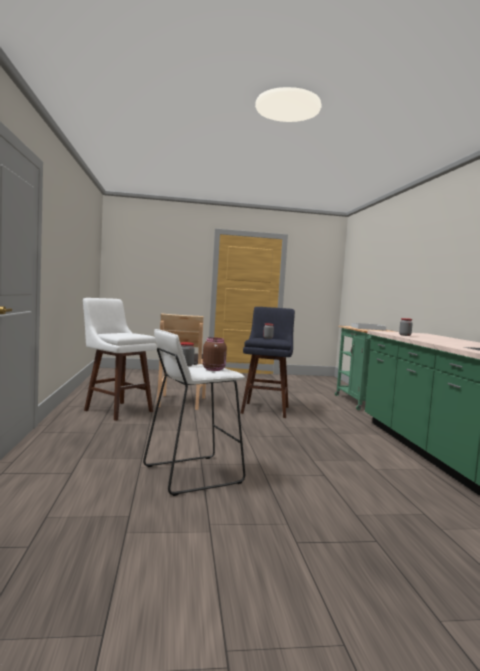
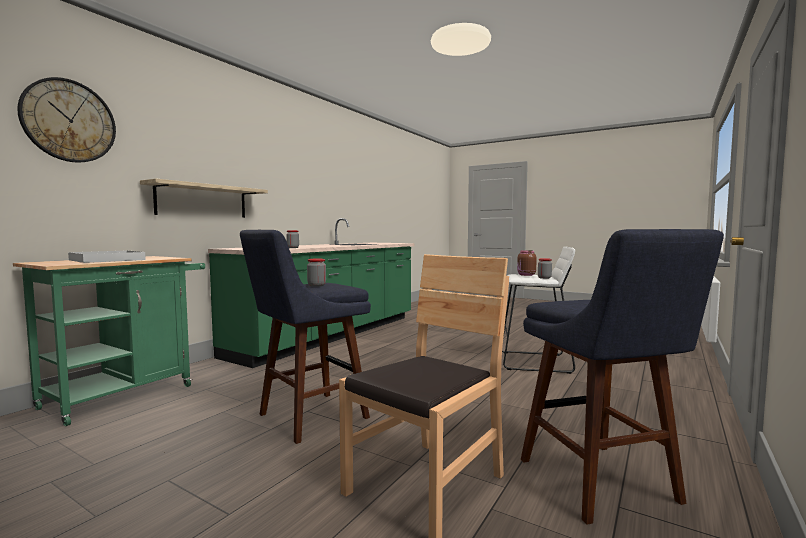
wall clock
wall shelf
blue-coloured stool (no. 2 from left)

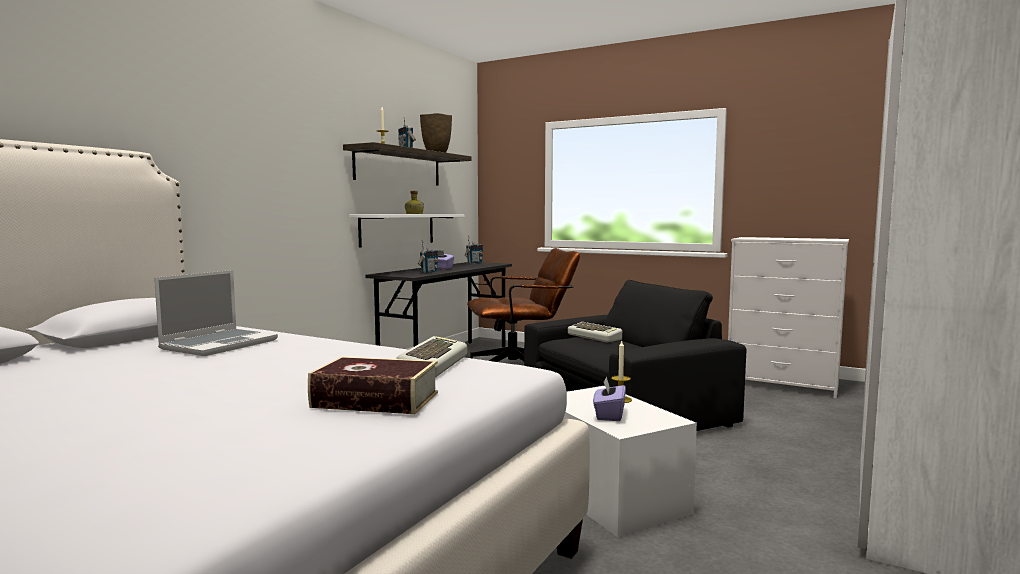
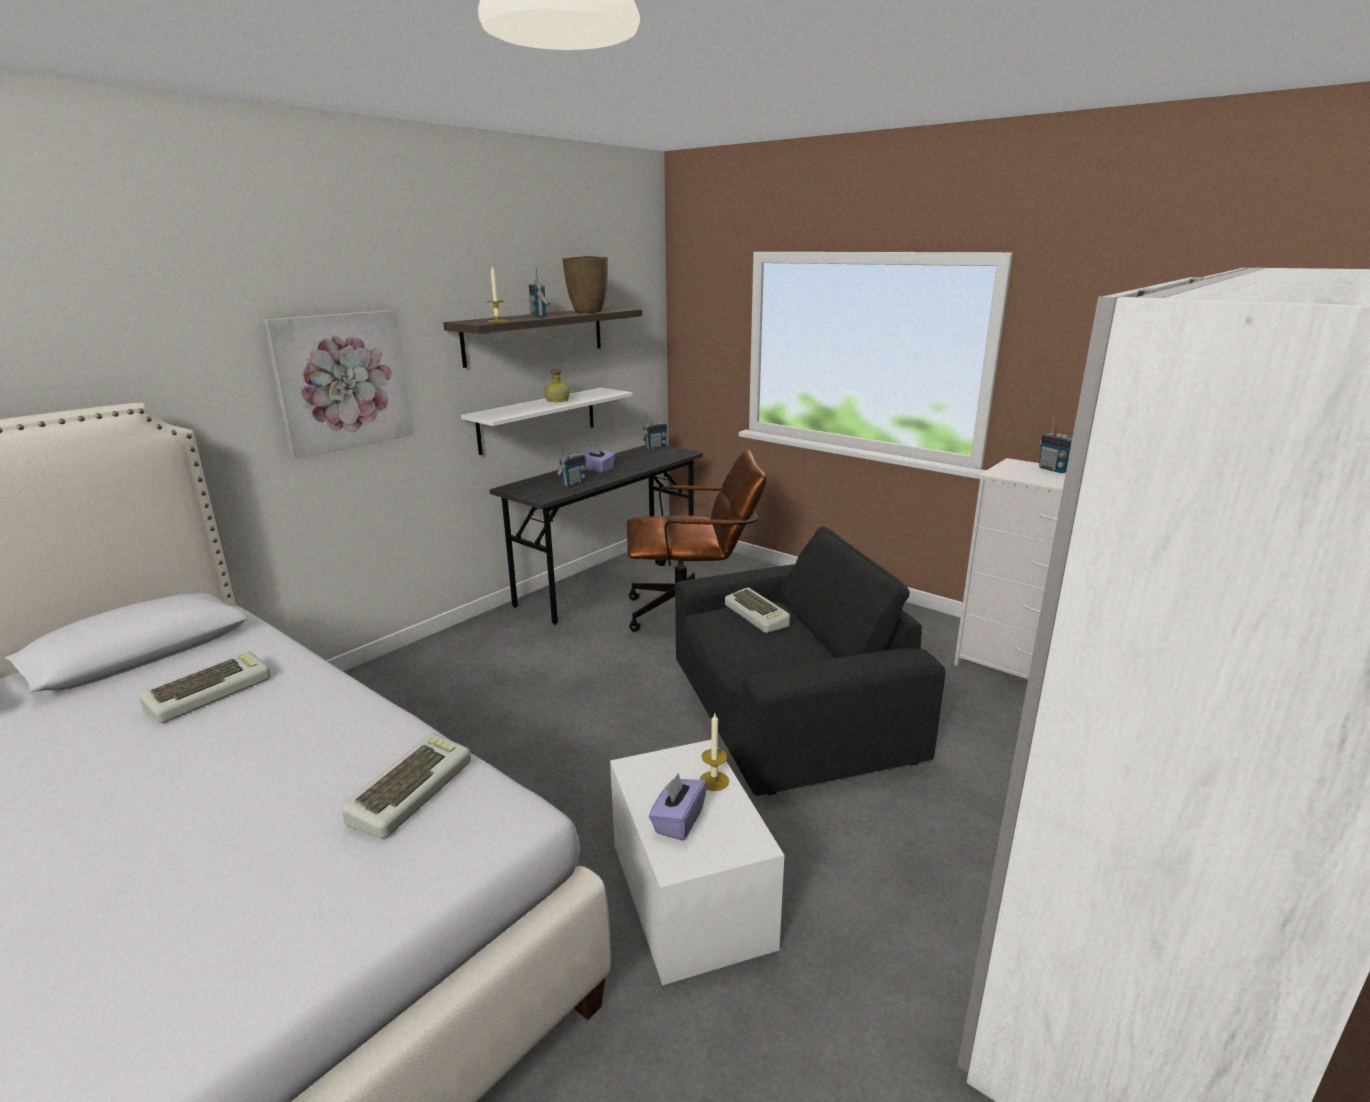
keyboard (no. 1 from left)
wall picture
radio receiver (no. 4 from left)
volume

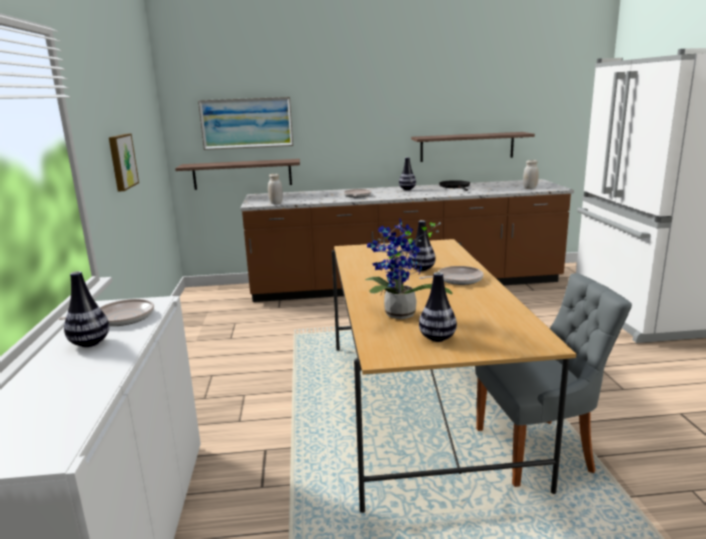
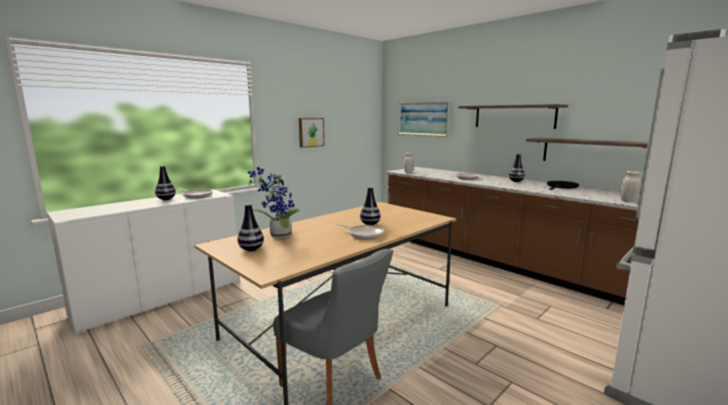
wall shelf (no. 1 from left)

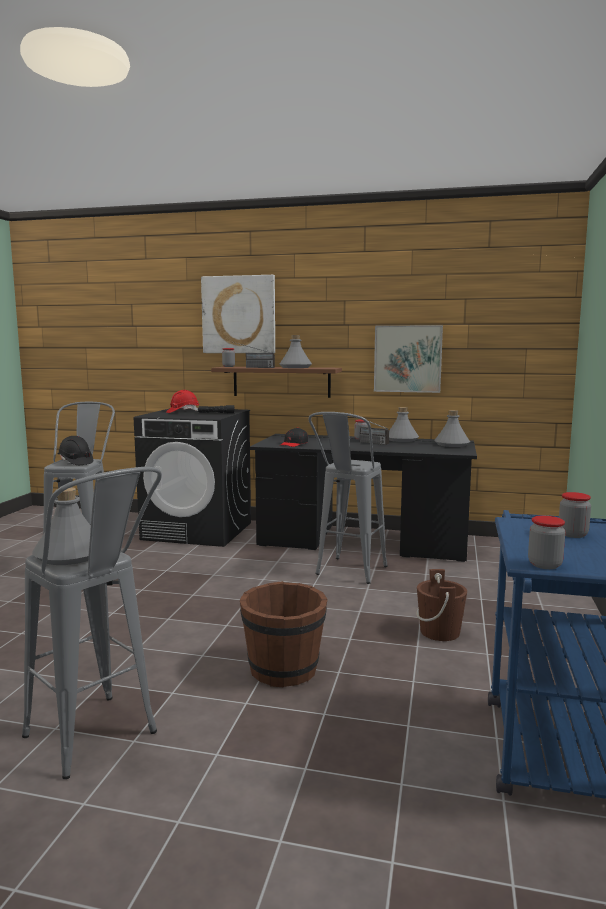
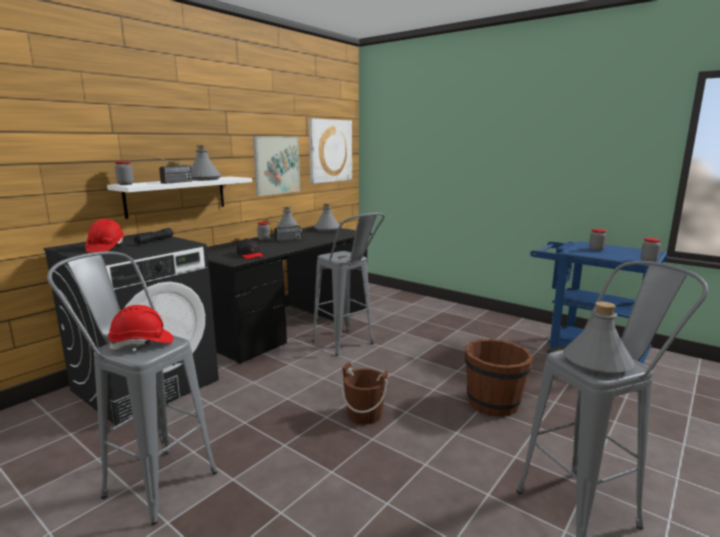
white-coloured wall shelf
reddish safety helmet (no. 2 from left)
wall picture (no. 2 from left)
brown bucket (no. 1 from left)

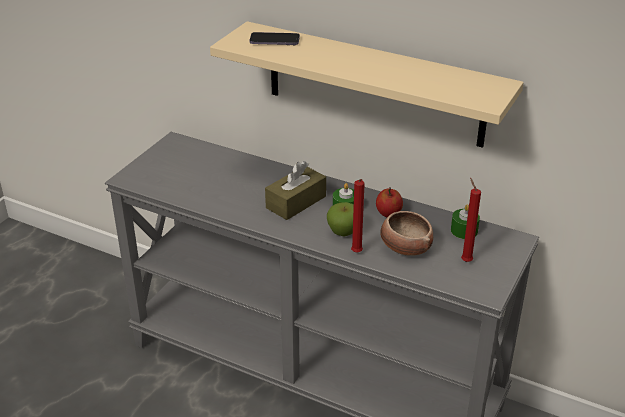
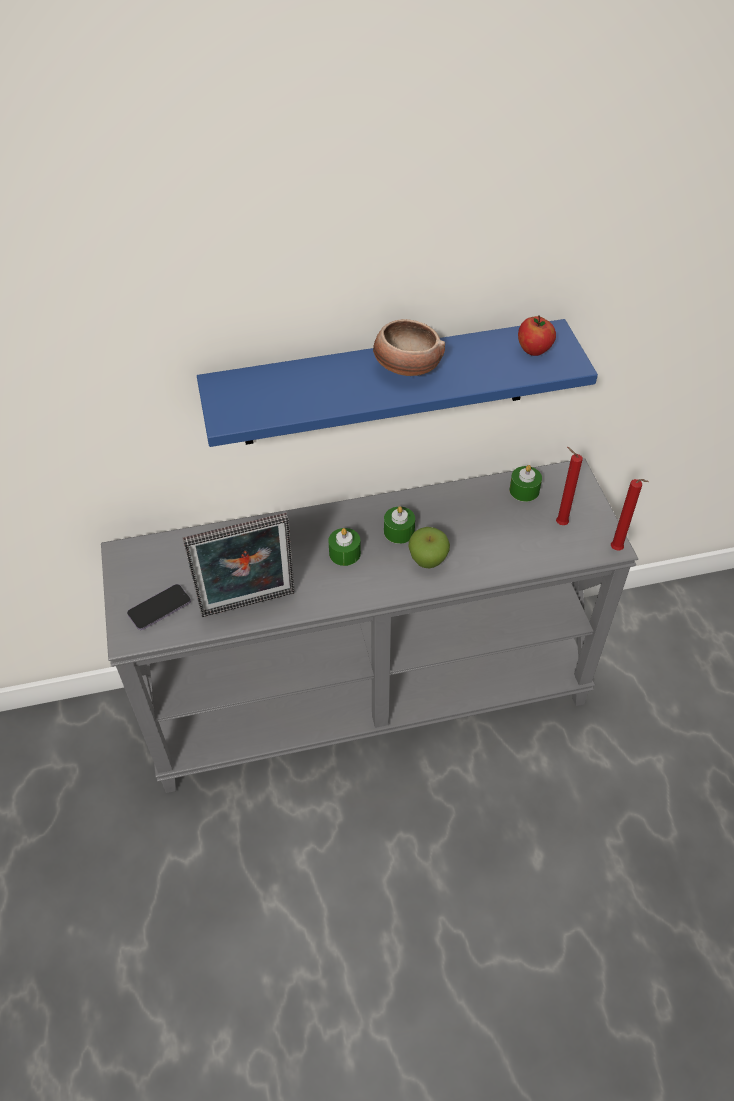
telephone
photo frame
blue-coloured wall shelf
greenish wax candle (no. 1 from left)
bowl
apple fruit (no. 2 from left)
reddish wax candle (no. 2 from left)

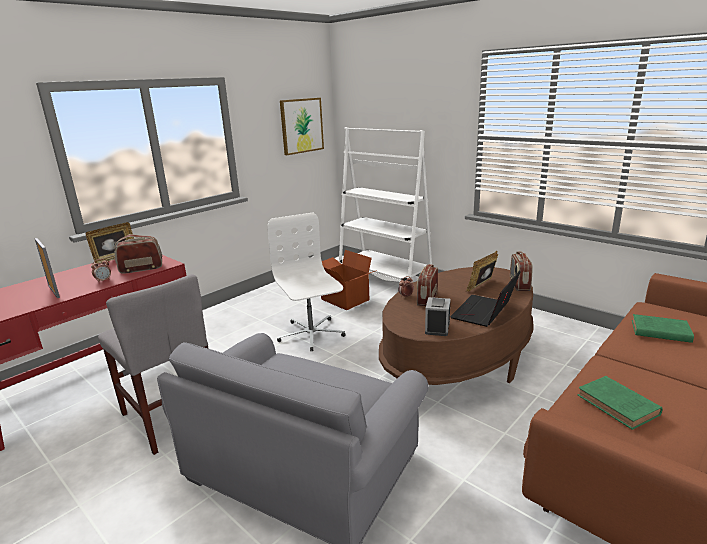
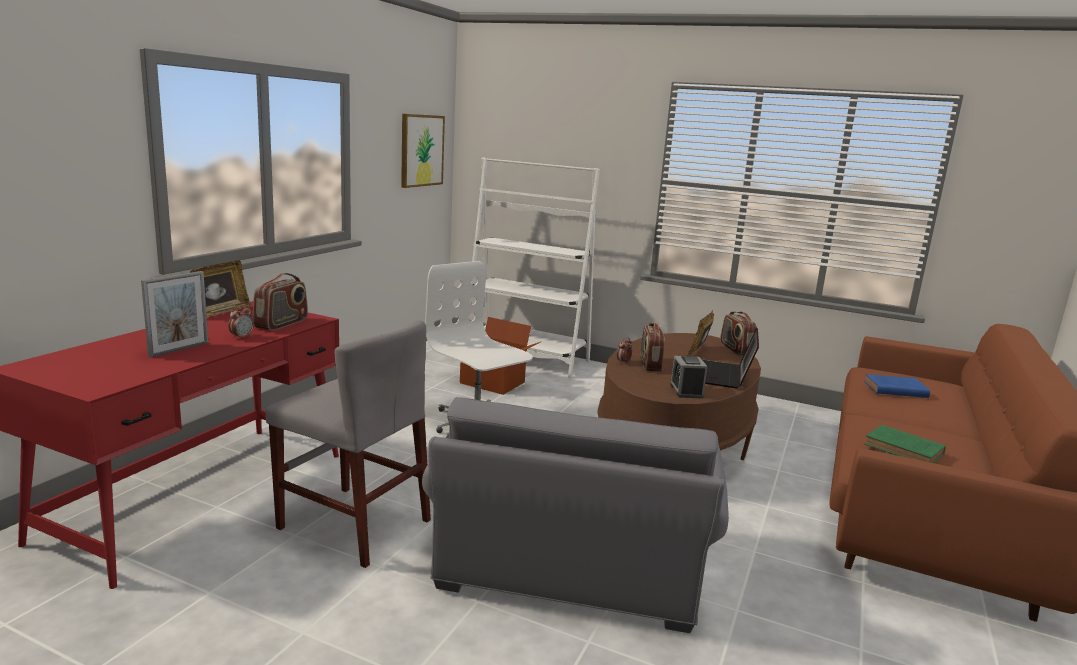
photo frame (no. 1 from left)
radio receiver (no. 1 from left)
blue-coloured volume

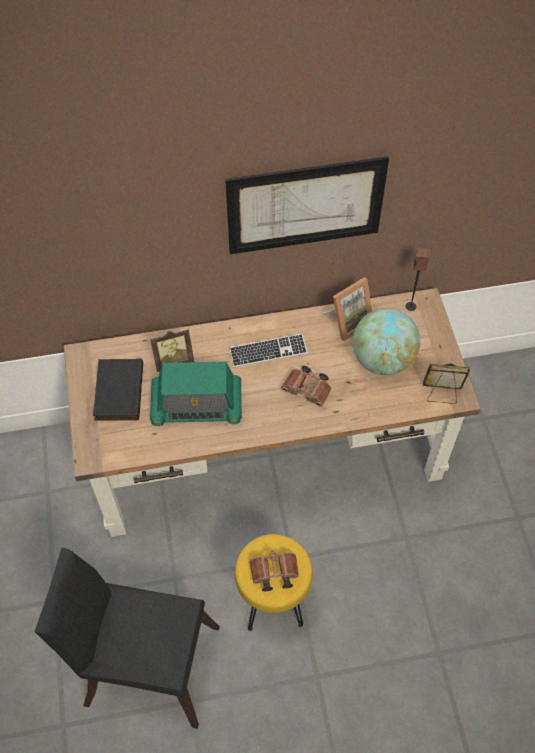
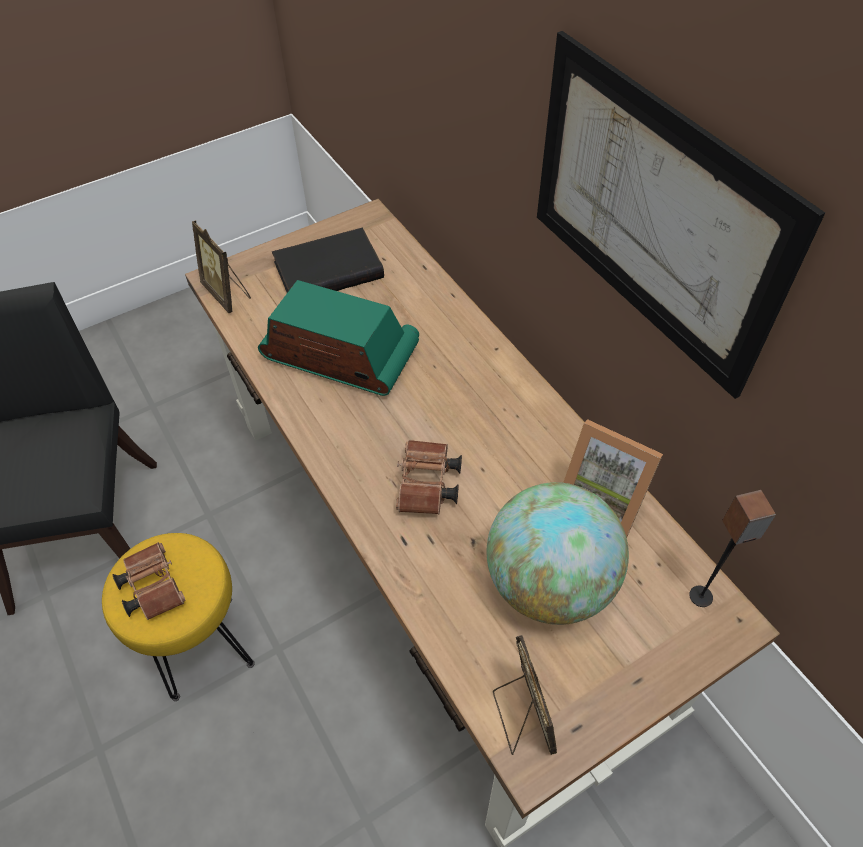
photo frame (no. 1 from left)
radio receiver
keyboard

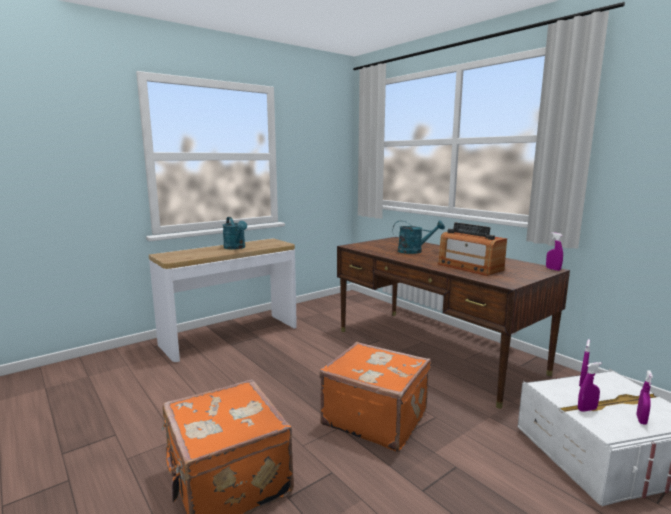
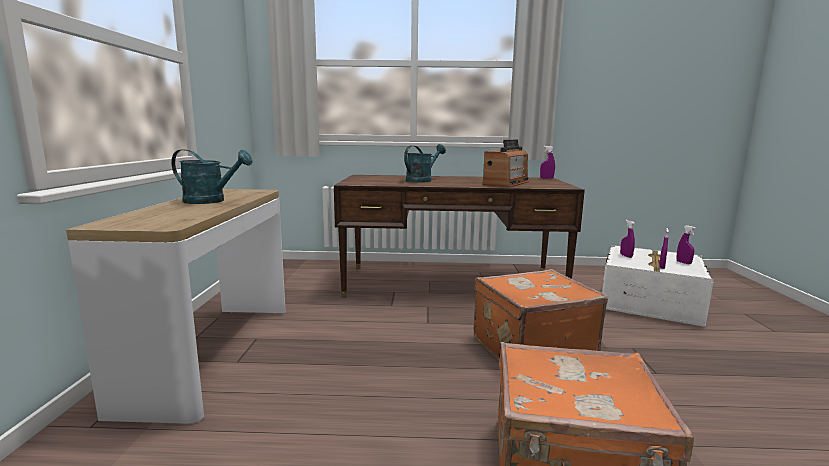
radio receiver

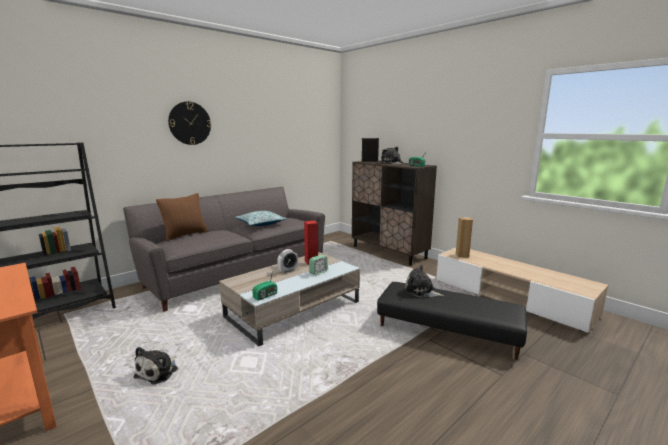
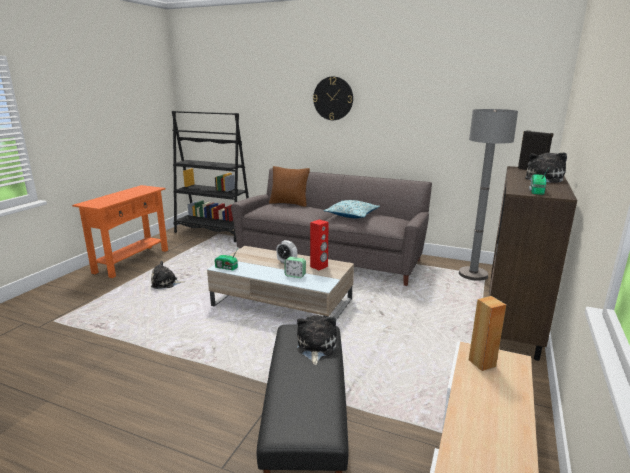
gray standard lamp

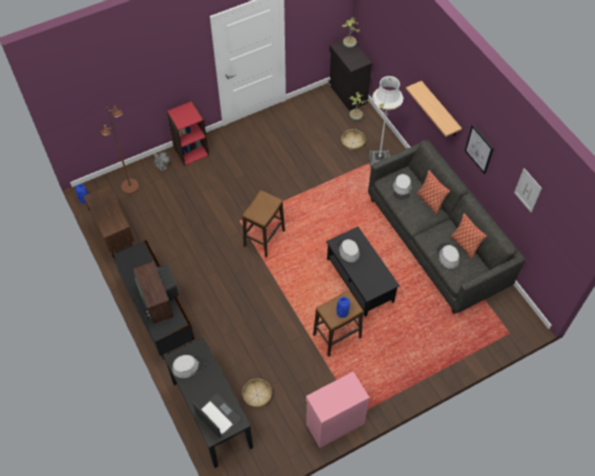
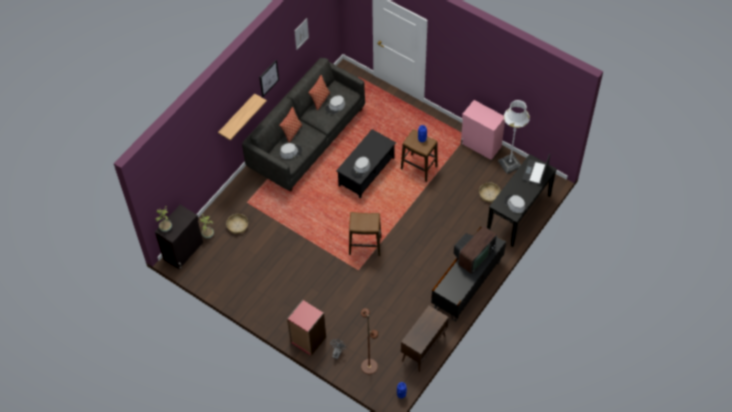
white-coloured standard lamp

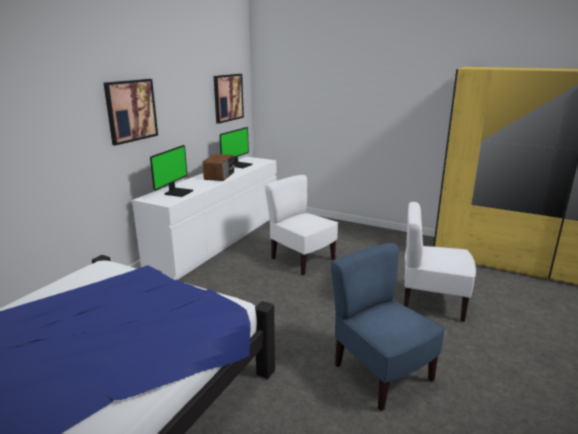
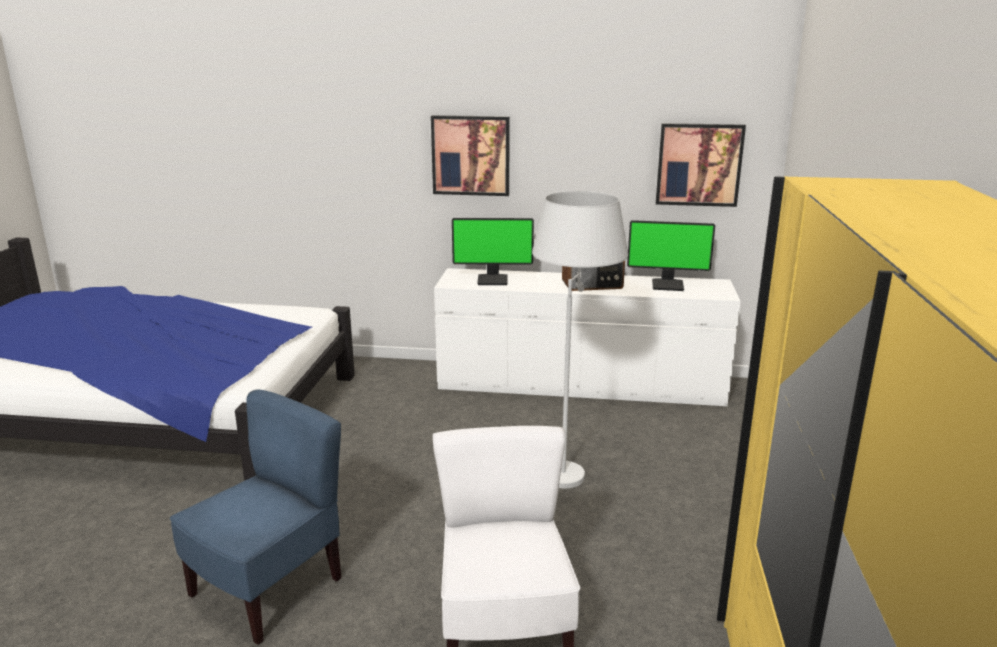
white-coloured standard lamp

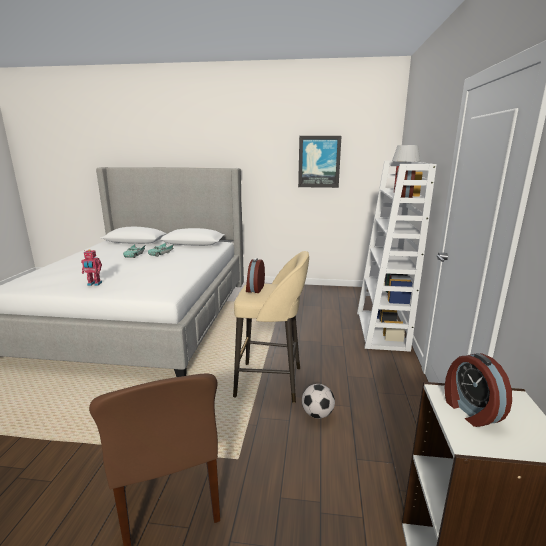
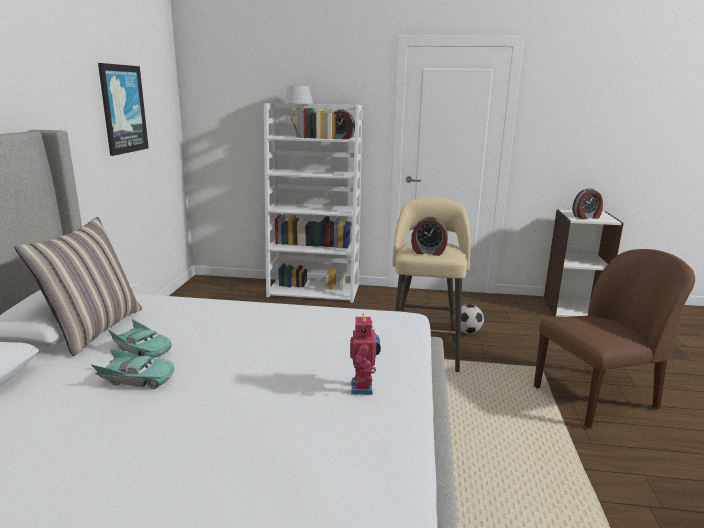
pillow

